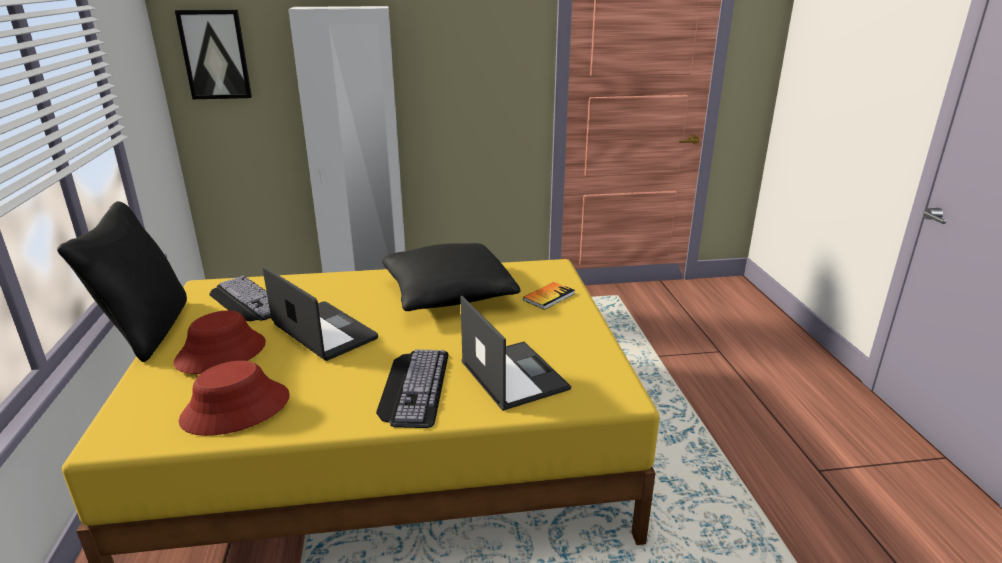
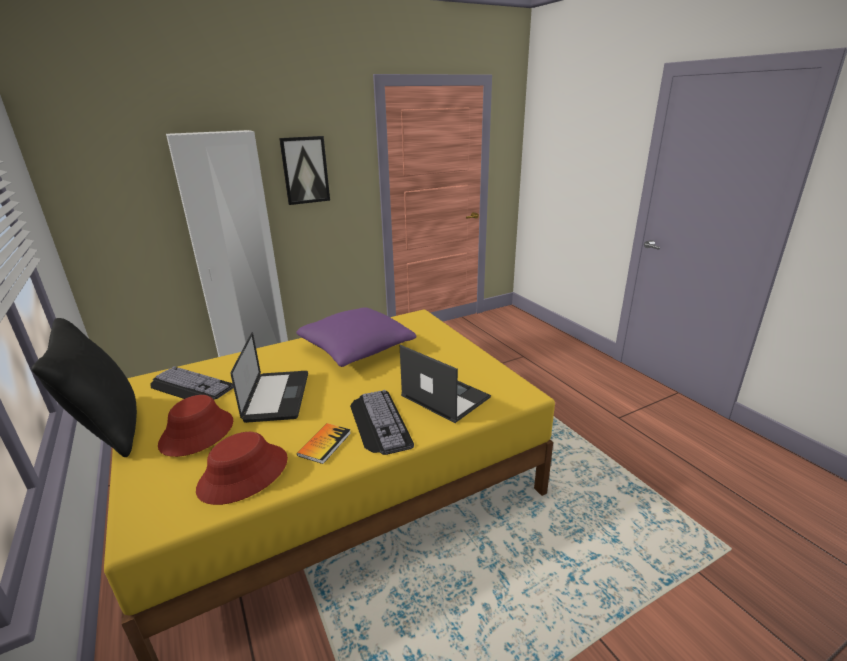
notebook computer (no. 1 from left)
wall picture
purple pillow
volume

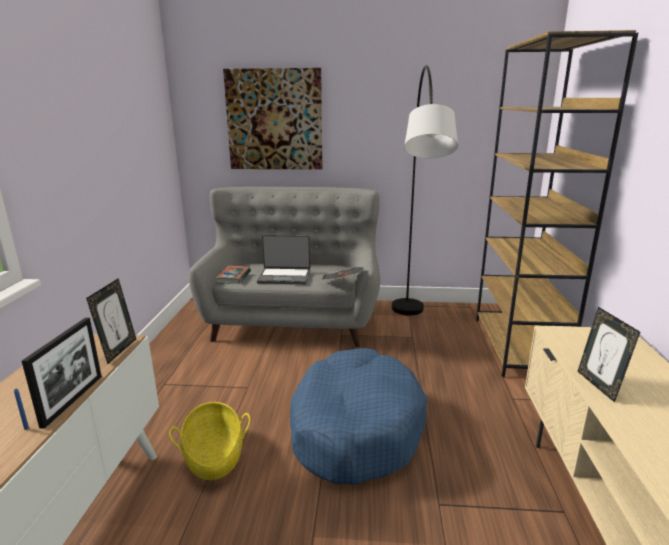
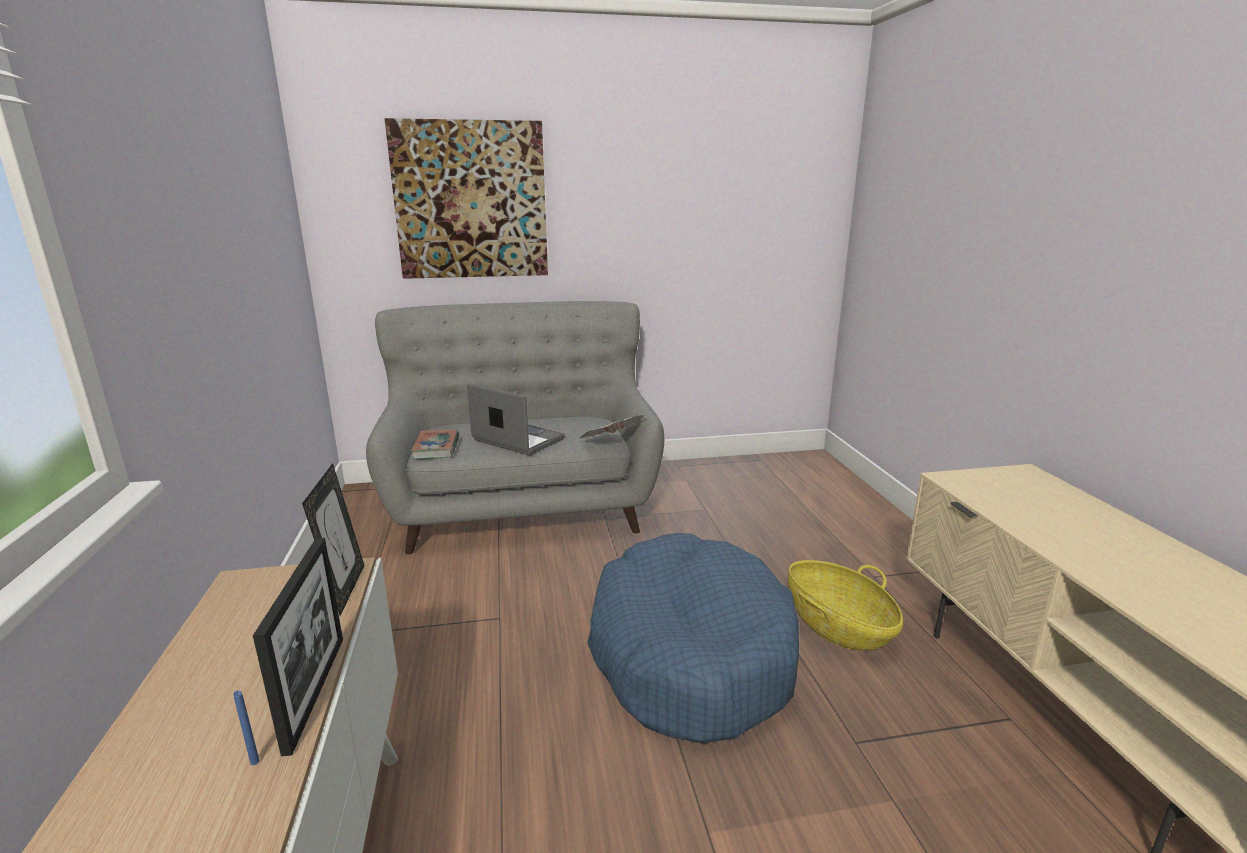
notebook computer
basket
gray standard lamp
brown bookcase
photo frame (no. 3 from left in the first image)

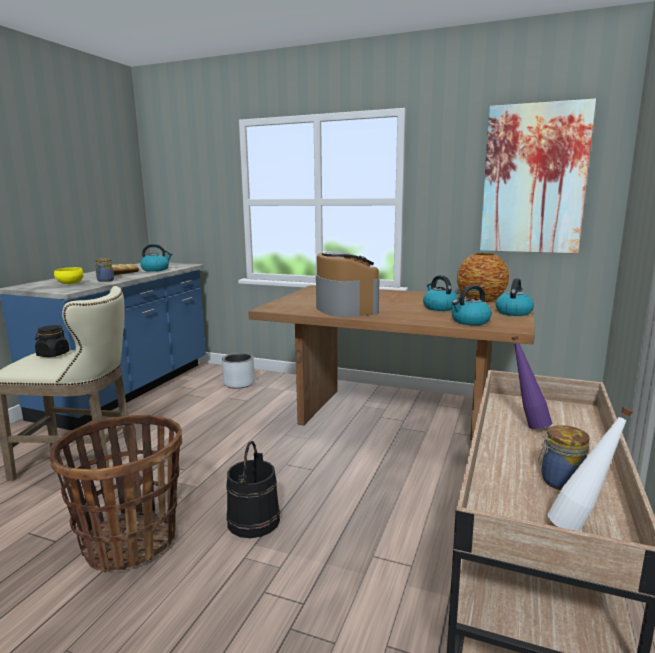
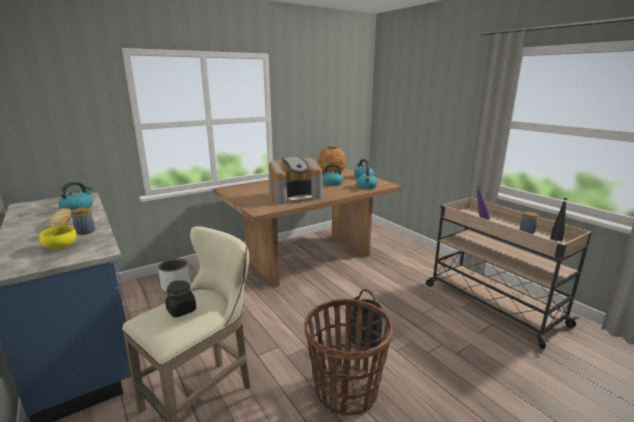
coffee maker
black-coloured bottle
wall picture

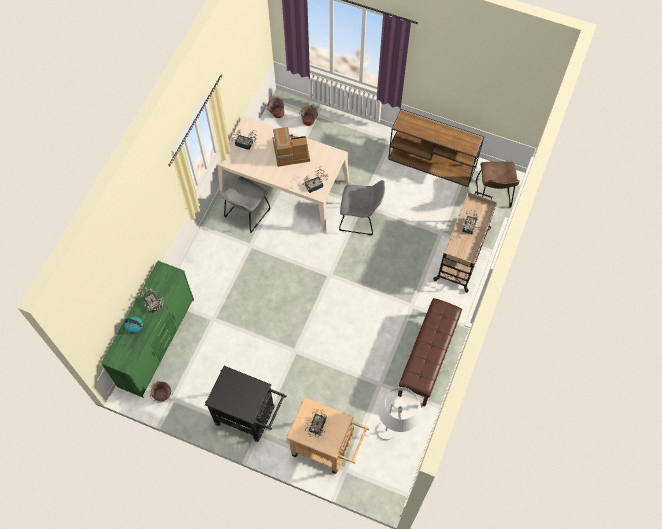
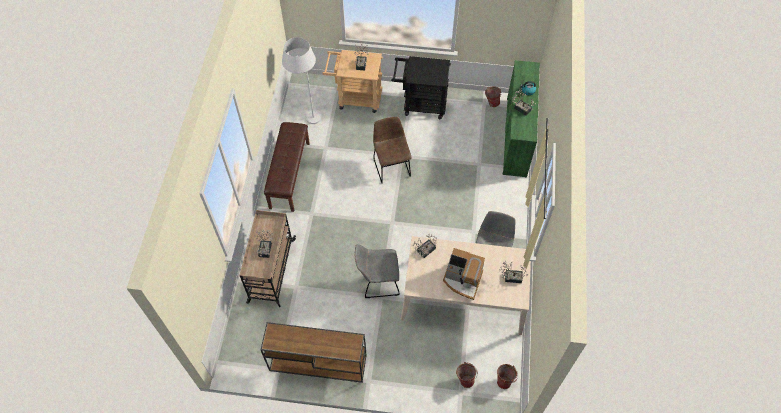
brown plain chair
coffee maker

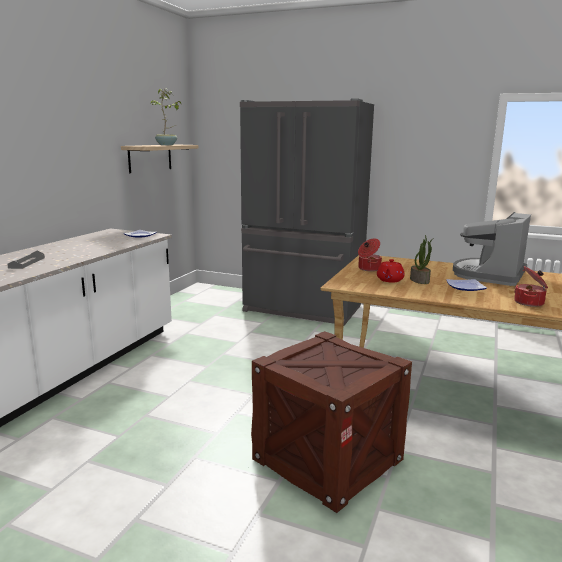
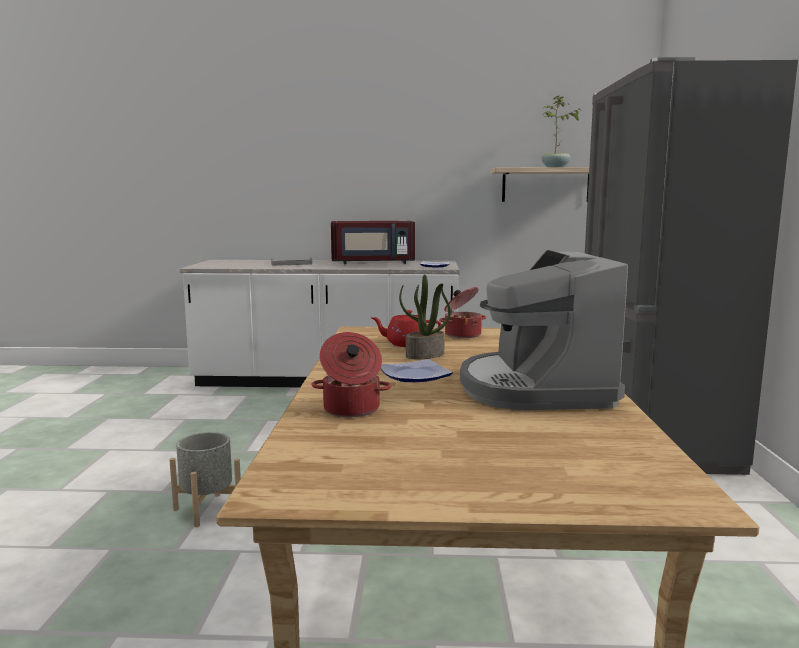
gray plant pot
reddish kitchen microwave
coffee maker

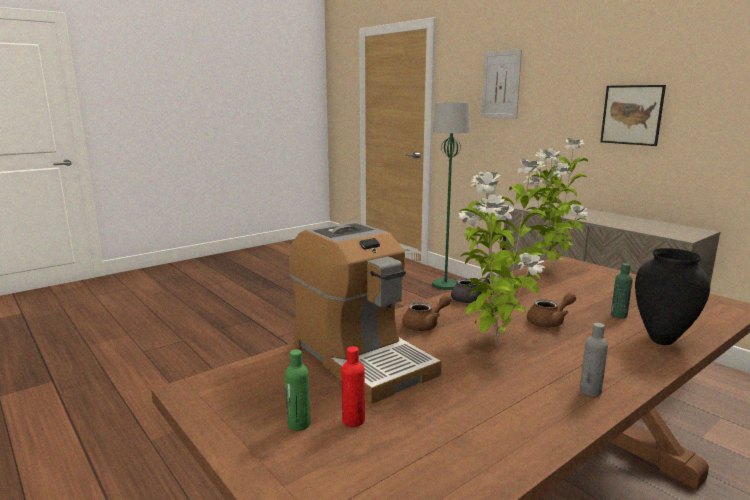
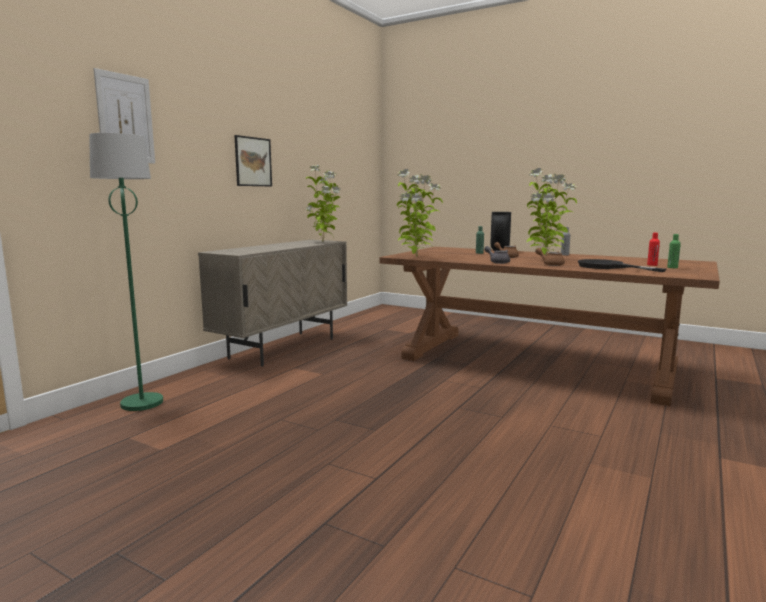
houseplant (no. 1 from left)
black-coloured frying pan

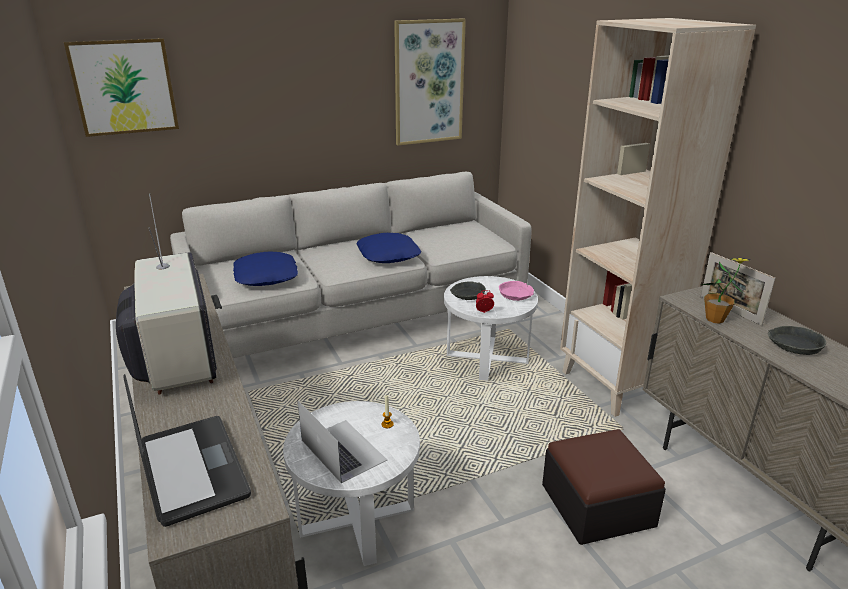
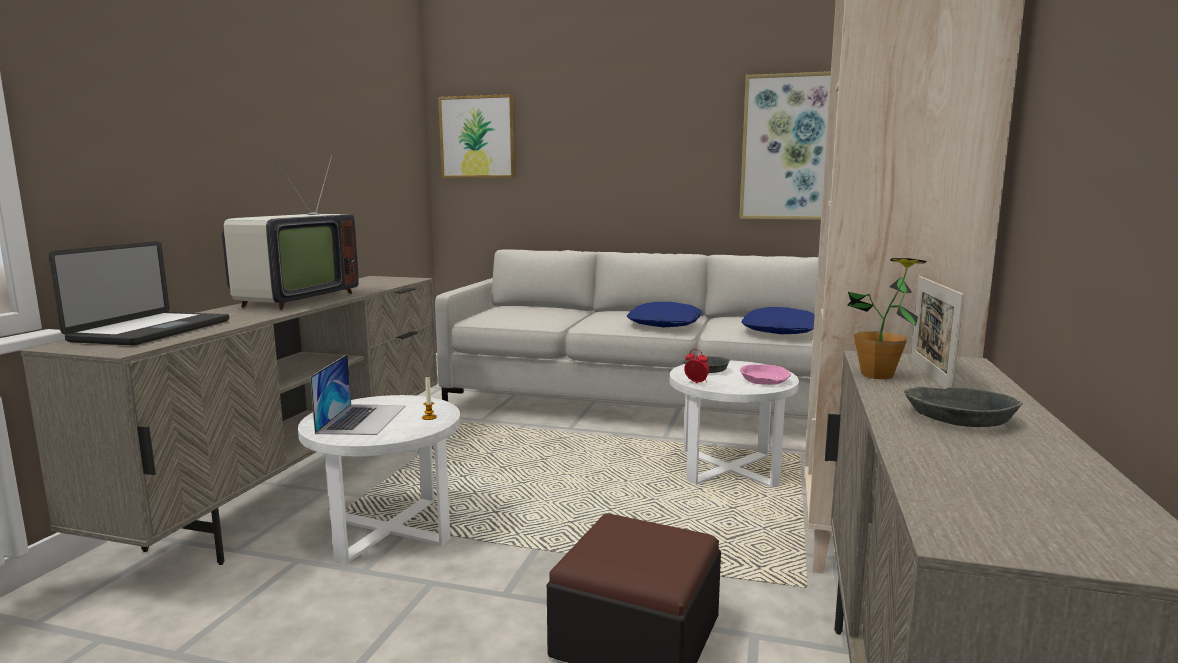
blue-coloured pillow (no. 2 from left)

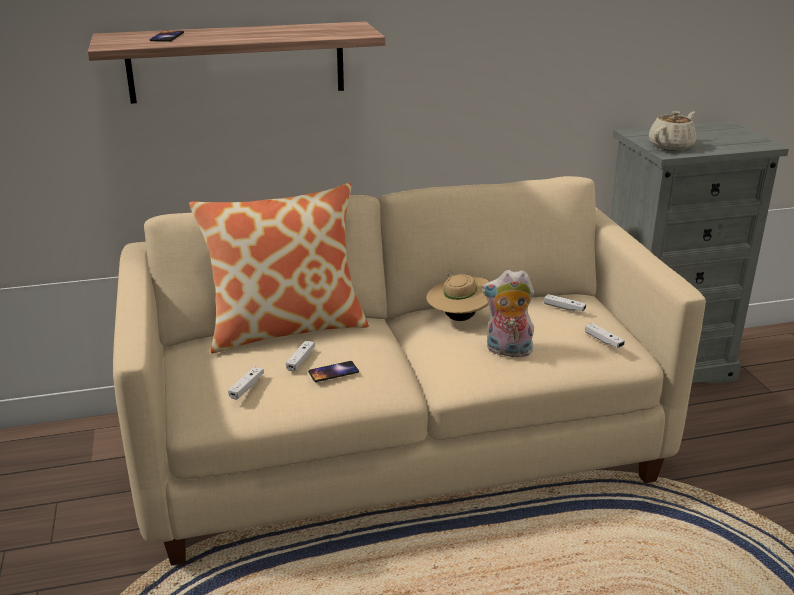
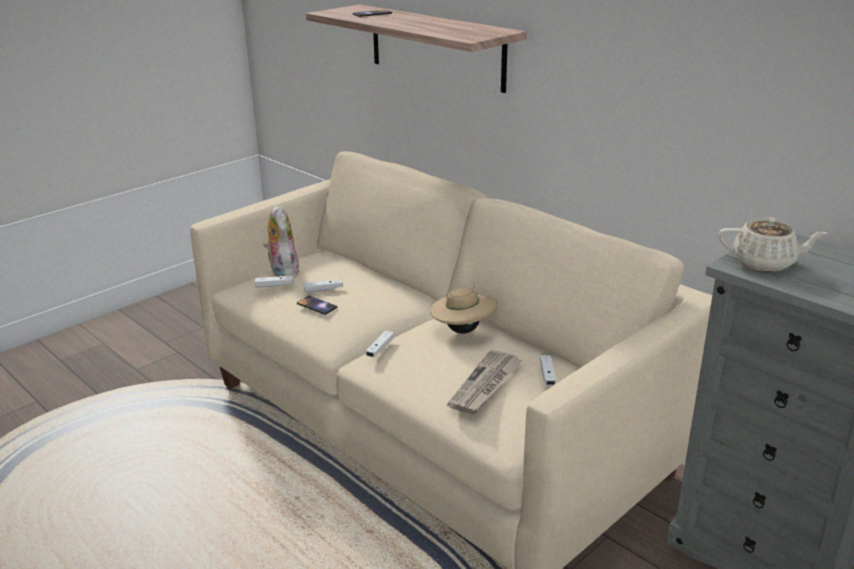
plush toy
white-coloured game controller (no. 3 from left)
printed paper
pillow

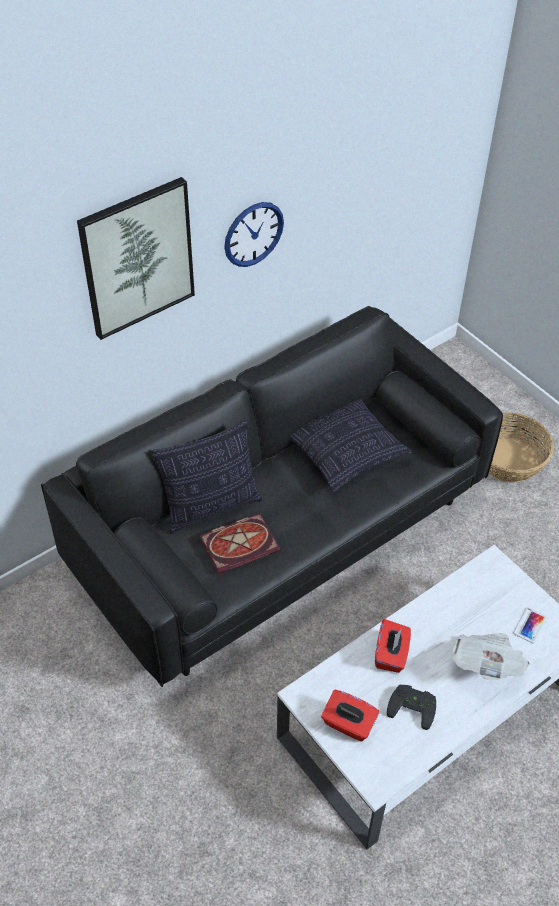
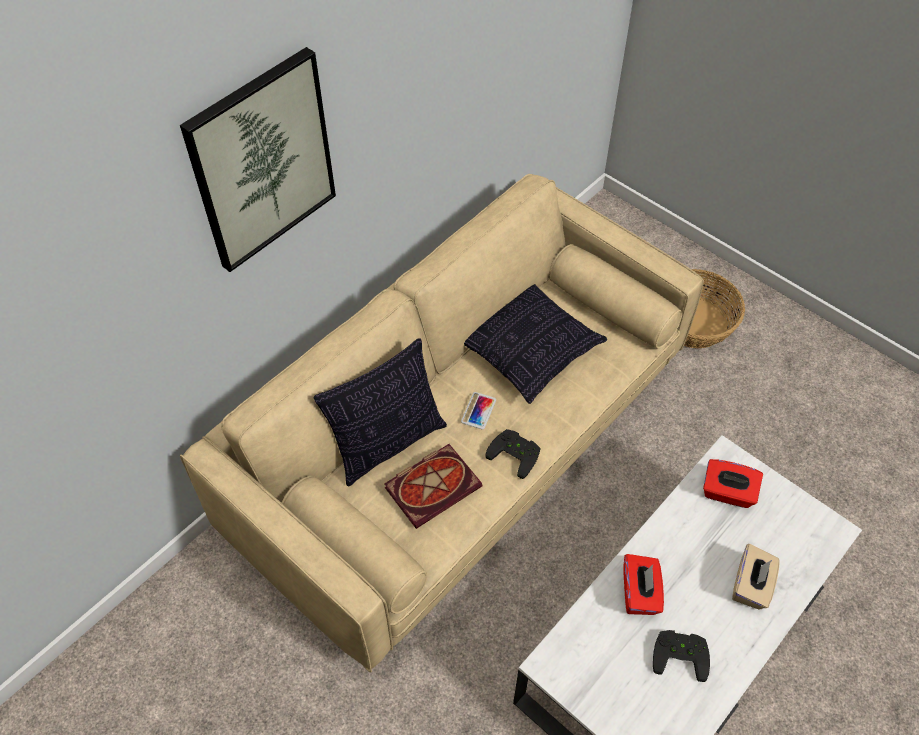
sand-coloured settee
telephone
black-coloured game controller (no. 1 from left)
reddish tissue holder (no. 2 from left)
sand-coloured tissue holder
wall clock

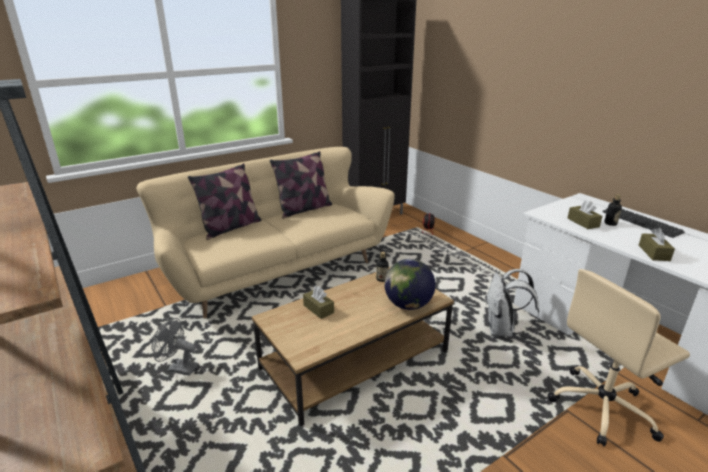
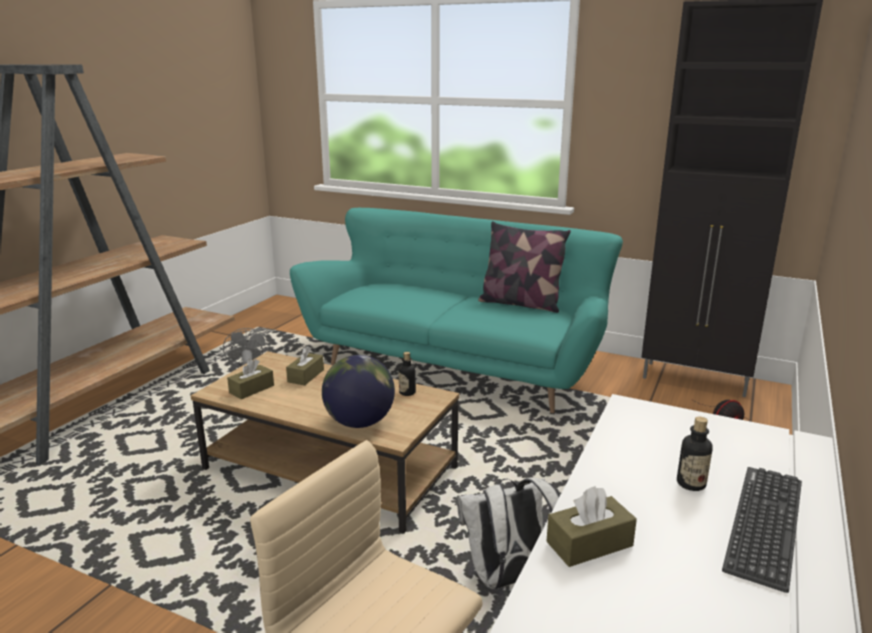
brown tissue holder (no. 1 from left)
turquoise settee
pillow (no. 1 from left in the first image)

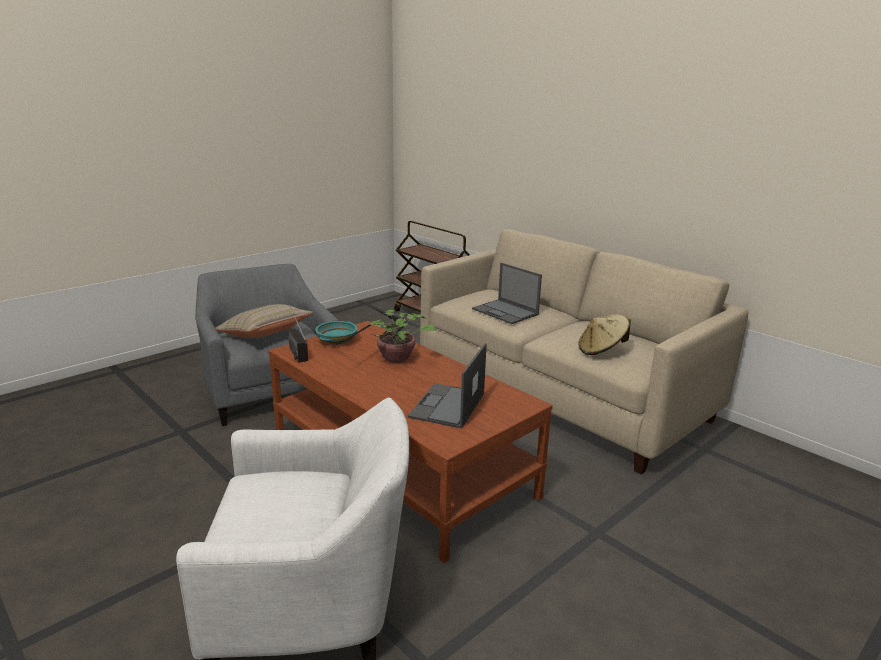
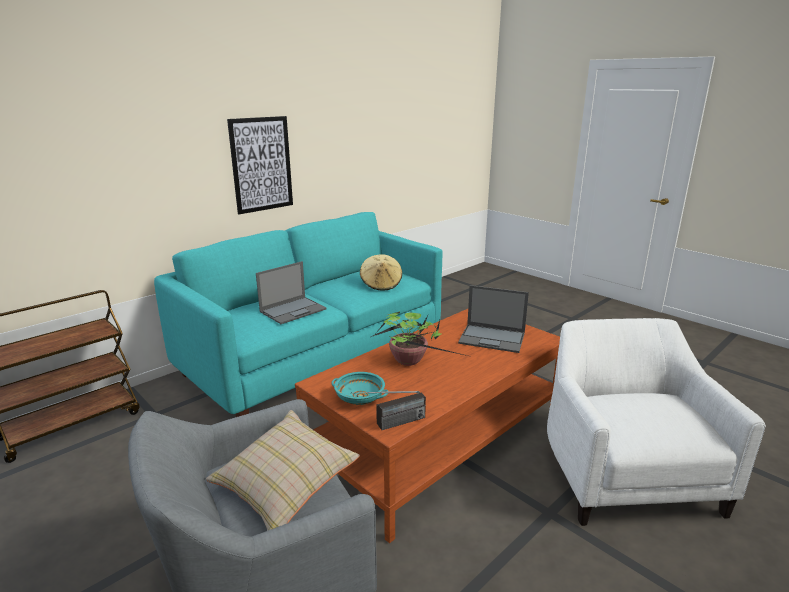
turquoise settee
wall picture

